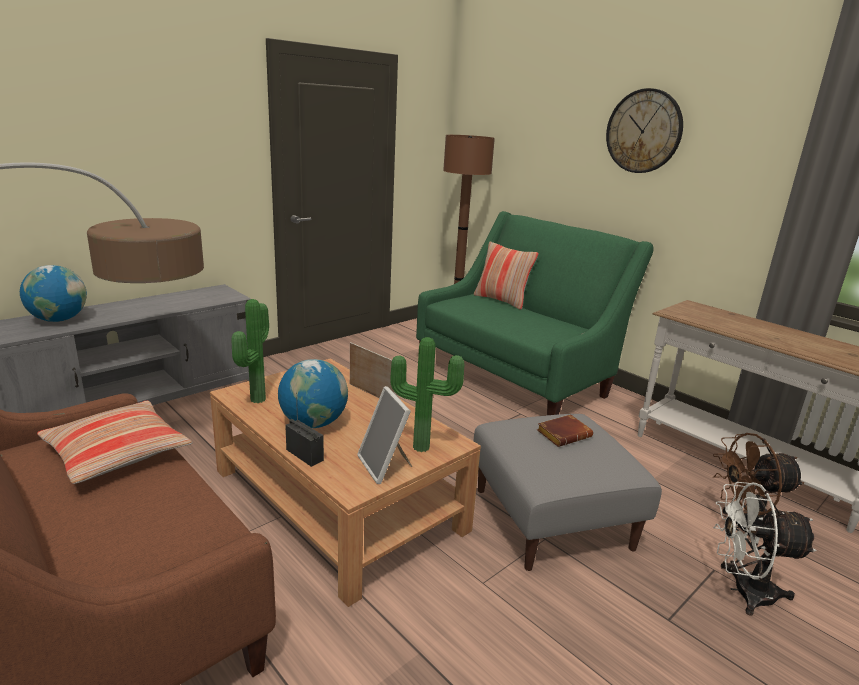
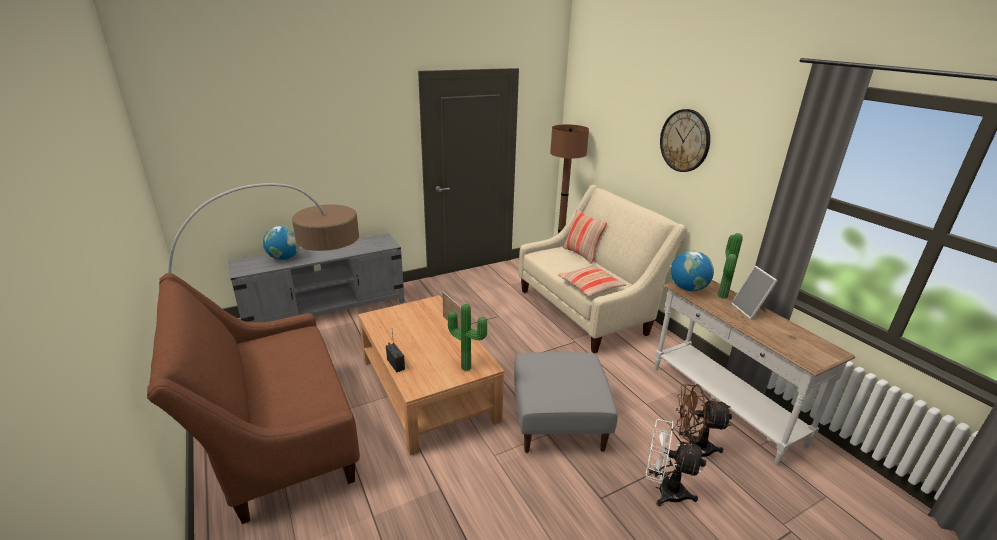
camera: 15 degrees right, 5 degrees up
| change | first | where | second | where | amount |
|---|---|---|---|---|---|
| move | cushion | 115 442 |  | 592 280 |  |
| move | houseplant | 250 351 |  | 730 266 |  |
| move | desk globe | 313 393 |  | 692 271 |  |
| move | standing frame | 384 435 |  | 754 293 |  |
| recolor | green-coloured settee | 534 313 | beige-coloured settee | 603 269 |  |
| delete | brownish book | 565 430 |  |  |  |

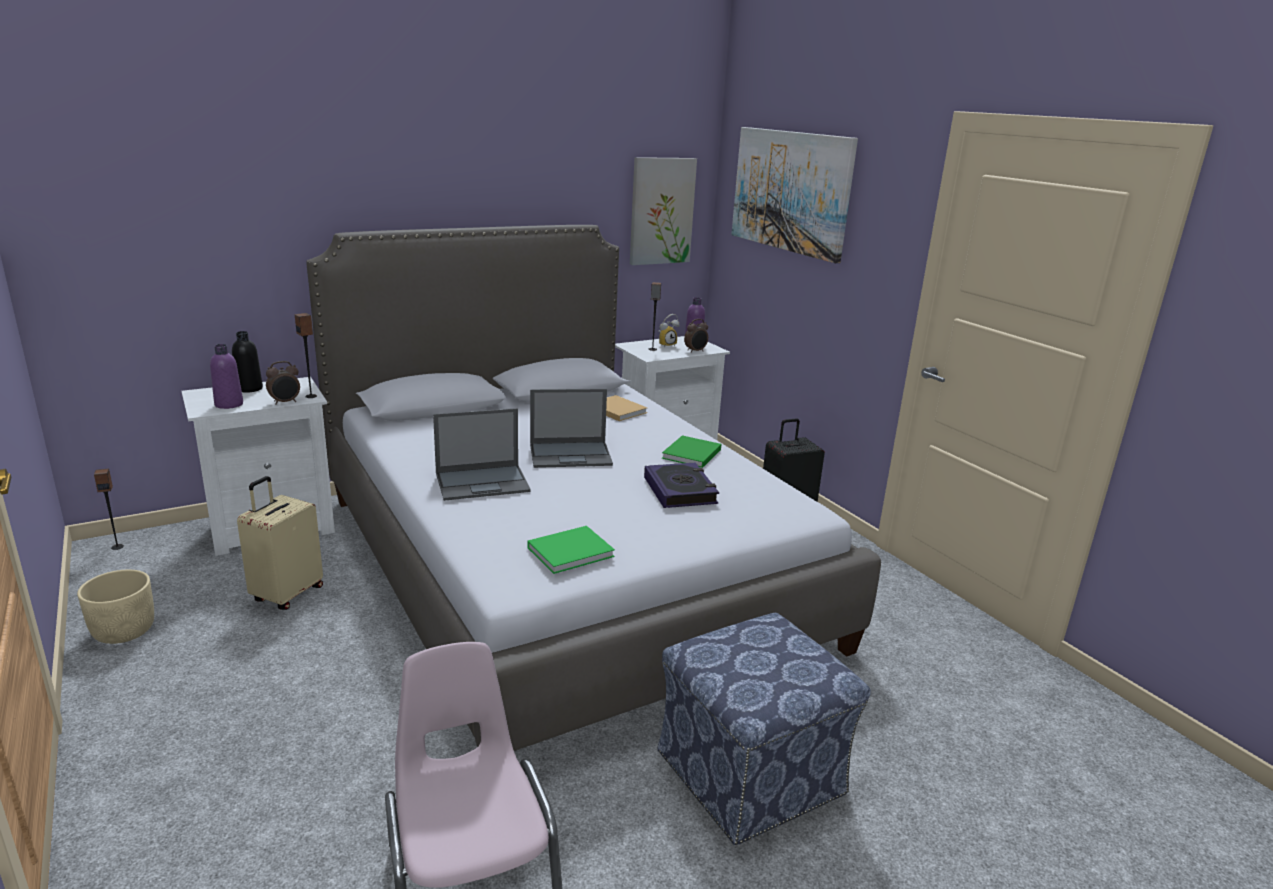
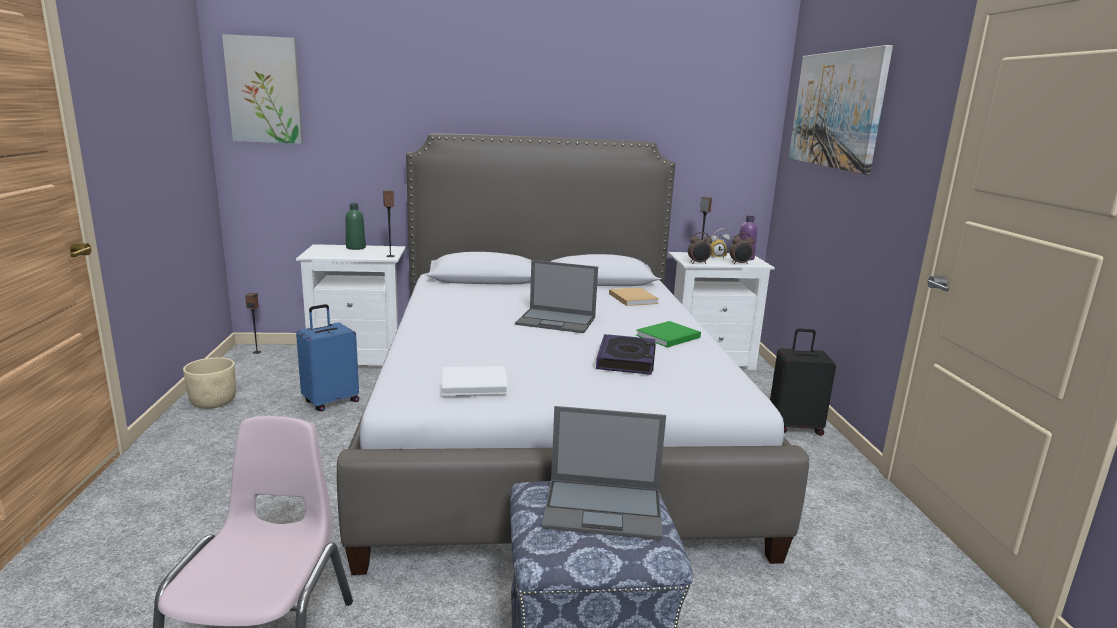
camera: 25 degrees right, 5 degrees down
| change | first | where | second | where | amount |
|---|---|---|---|---|---|
| delete | purplish bottle | 226 376 |  |  |  |
| recolor | black bottle | 247 362 | green-coloured bottle | 355 226 |  |
| recolor | beige-coloured suitcase | 280 543 | bluish suitcase | 327 357 |  |
| move | bedside clock | 283 383 |  | 700 248 |  |
| move | laptop | 482 454 |  | 604 473 |  |
| recolor | green-coloured book | 571 550 | whitish book | 475 380 |  |
| move | picture | 663 211 |  | 262 89 |  |

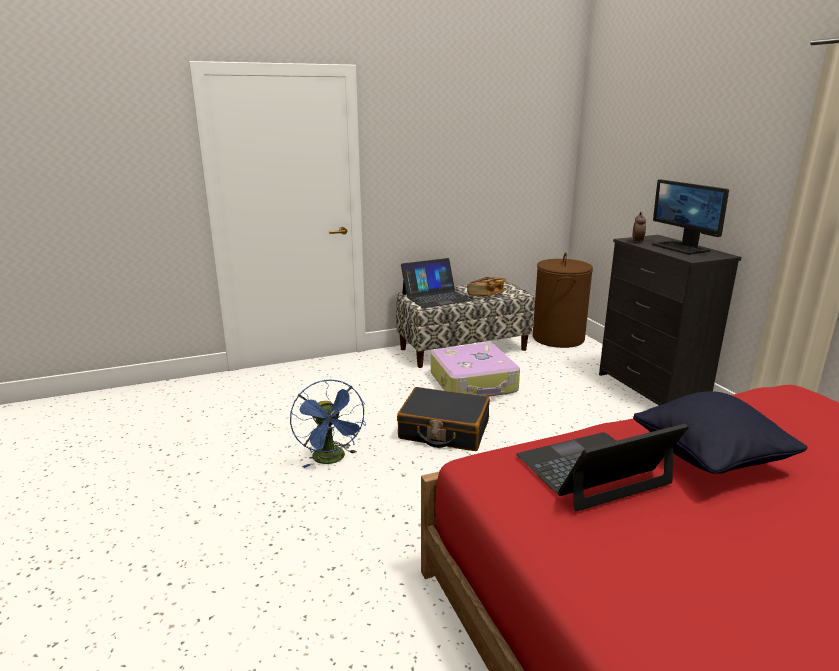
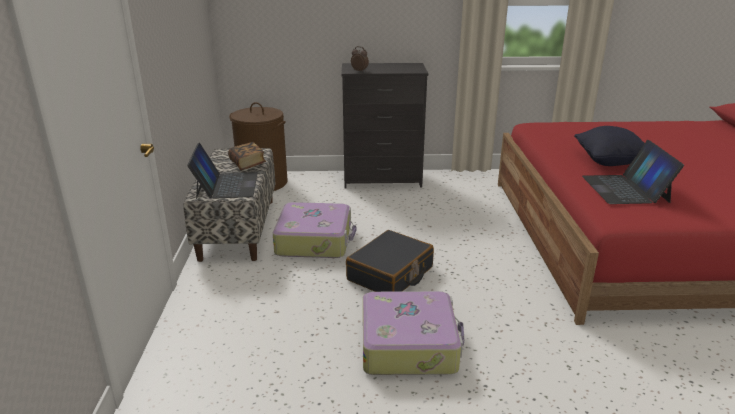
camera: 70 degrees left, 5 degrees up
| change | first | where | second | where | amount |
|---|---|---|---|---|---|
| replace | bluish electric fan | 328 424 | suitcase | 413 333 |  |
| delete | monitor | 690 217 |  |  |  |

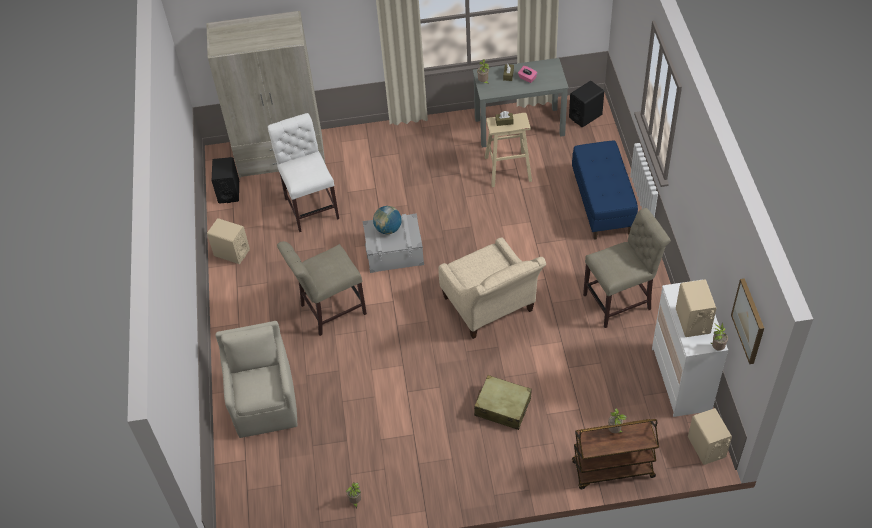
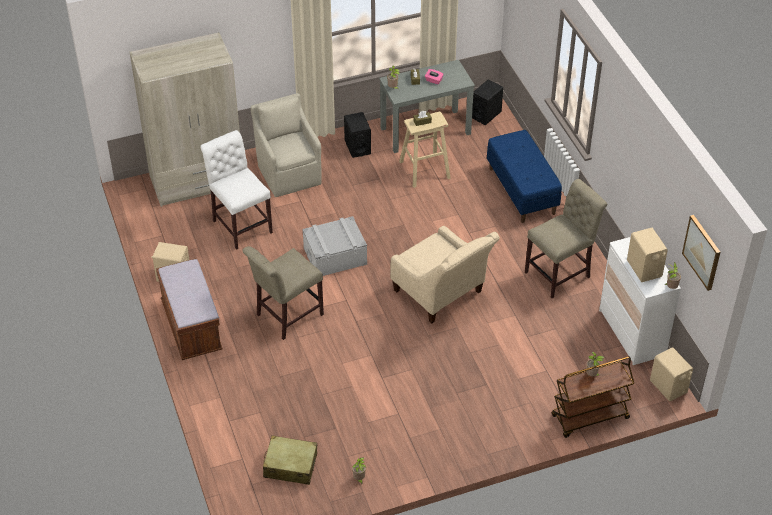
camera: 15 degrees left, 5 degrees down
| change | first | where | second | where | amount |
|---|---|---|---|---|---|
| move | black audio speaker | 225 180 |  | 357 135 |  |
| move | beige-coloured easy chair | 257 379 |  | 286 145 |  |
| delete | desk globe | 387 220 |  |  |  |
| move | beige-coloured suitcase | 503 402 |  | 290 460 |  |
| insert |  |  | brownish long seat | 189 309 |  |

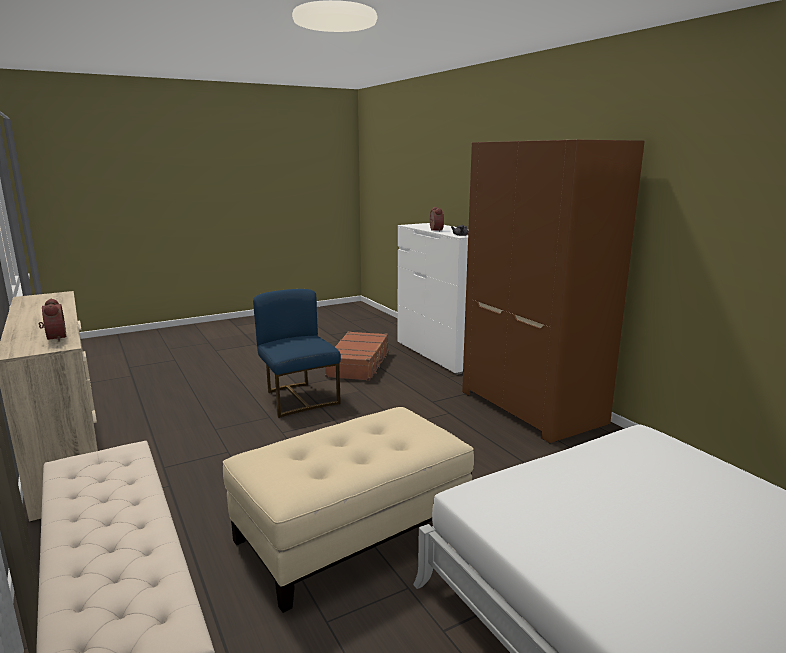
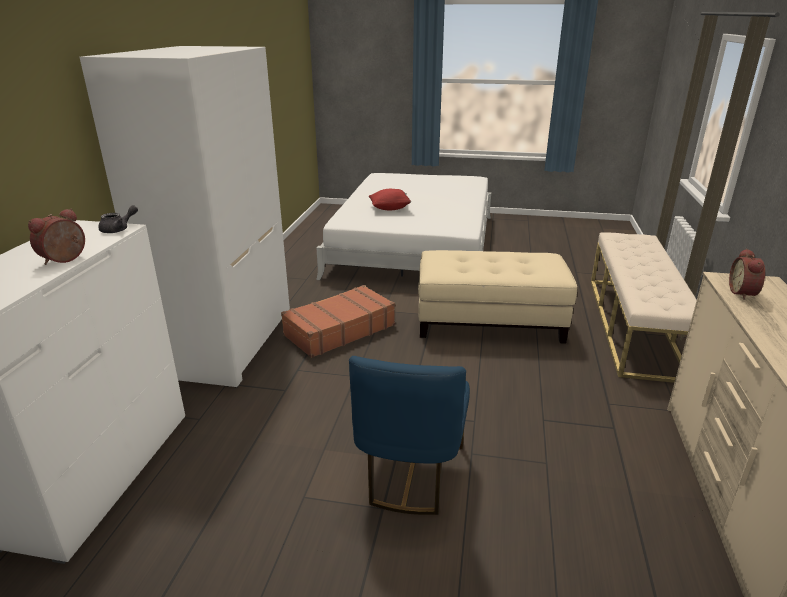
camera: 140 degrees left, 10 degrees up
| change | first | where | second | where | amount |
|---|---|---|---|---|---|
| move | brownish suitcase | 357 356 |  | 338 321 |  |
| recolor | brownish clothes cupboard | 553 292 | whitish clothes cupboard | 185 217 |  |
| insert |  |  | reddish cushion | 390 199 |  |

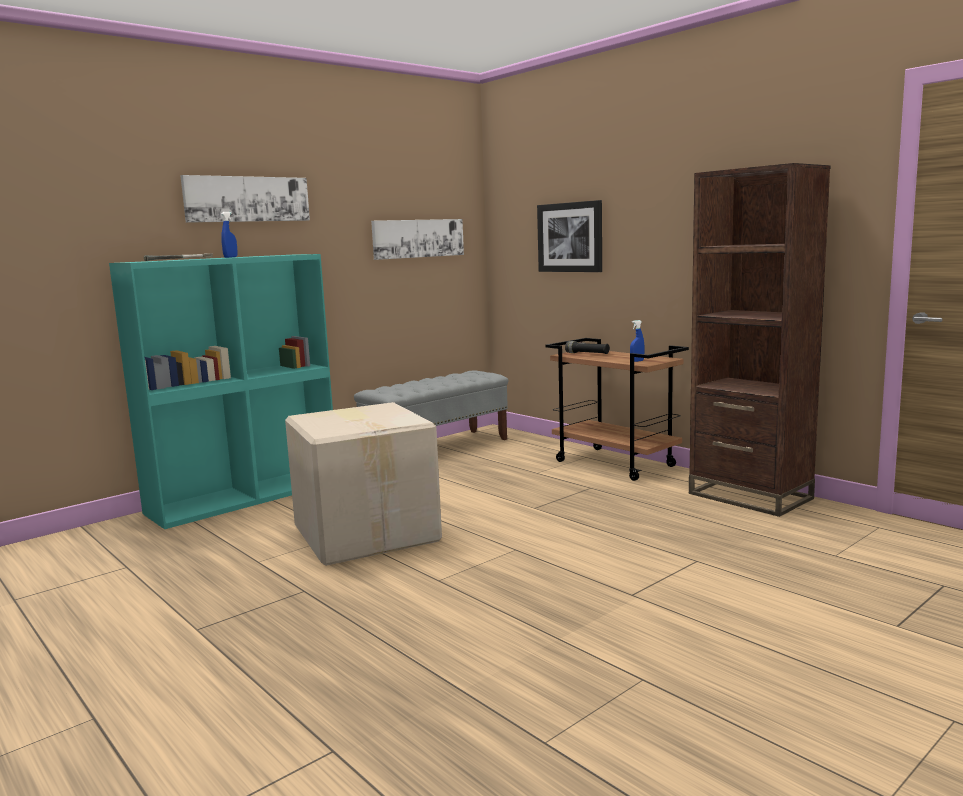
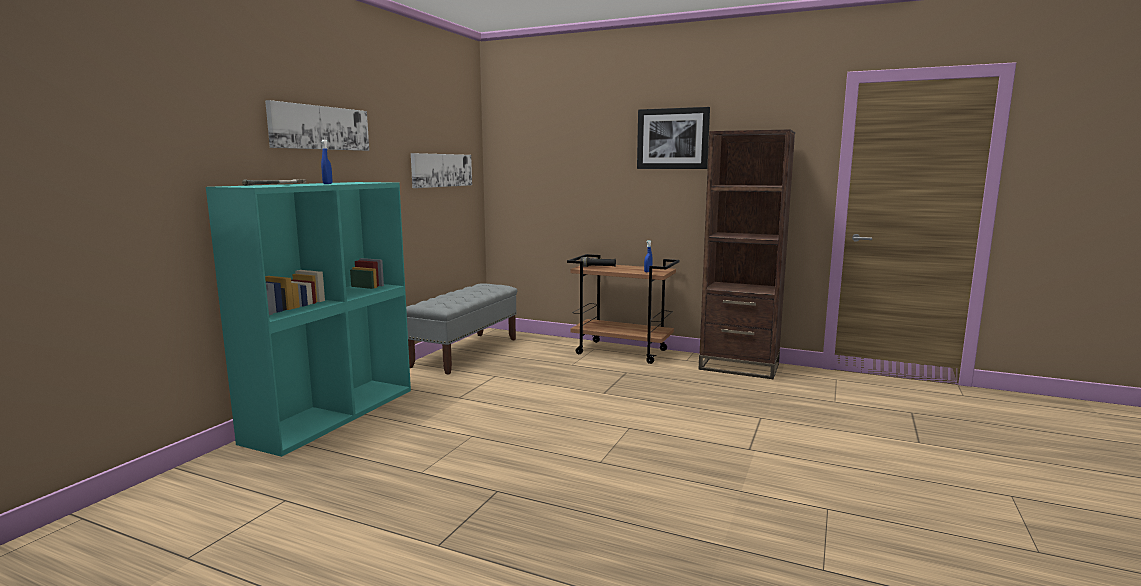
camera: 25 degrees left, 0 degrees up
| change | first | where | second | where | amount |
|---|---|---|---|---|---|
| delete | carton | 363 484 |  |  |  |
| move | picture | 569 236 |  | 673 138 |  |

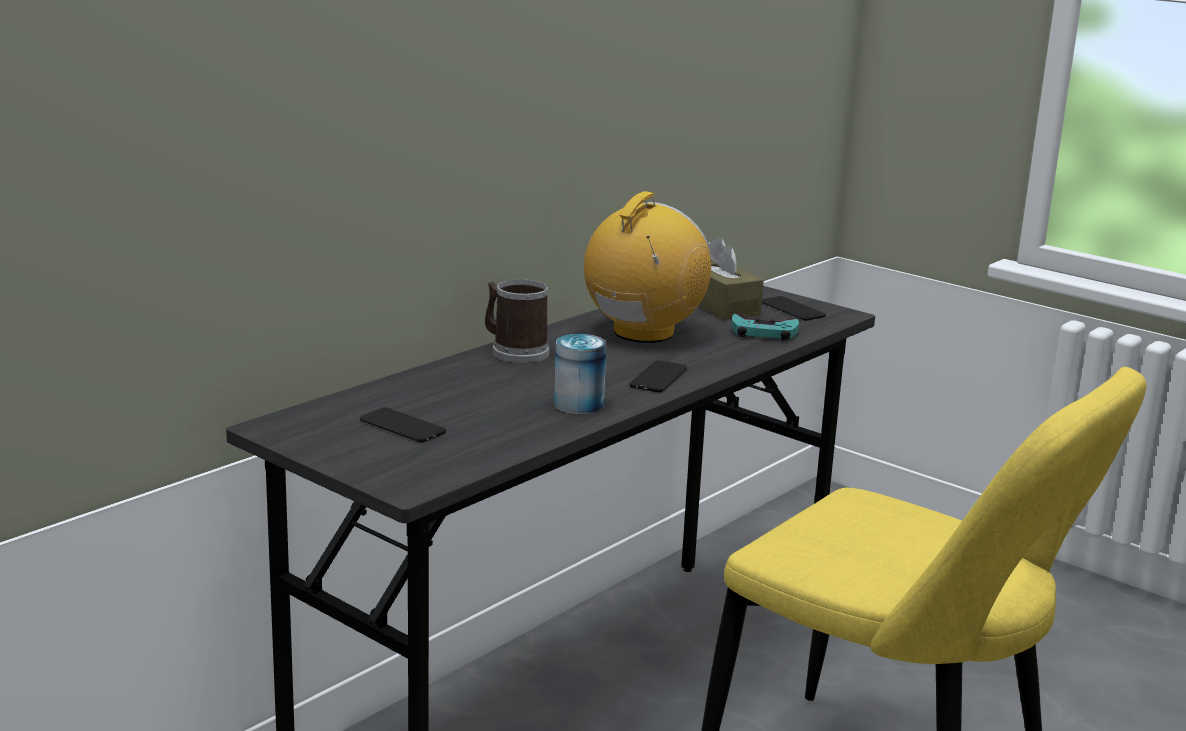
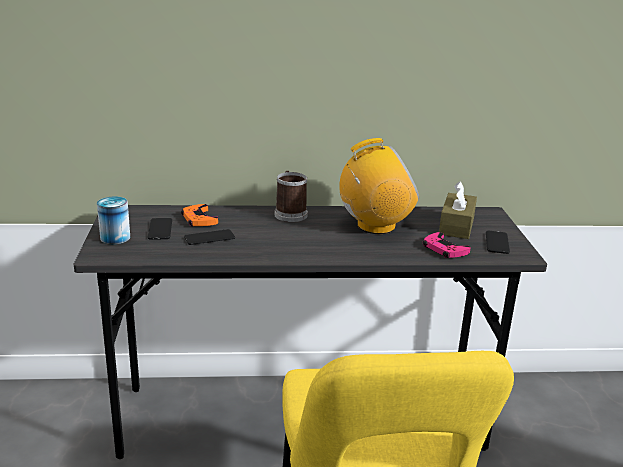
camera: 45 degrees right, 5 degrees up
| change | first | where | second | where | amount |
|---|---|---|---|---|---|
| move | metal can | 580 374 |  | 113 220 |  |
| move | phone | 658 376 |  | 209 237 |  |
| recolor | blue-green gamepad | 765 326 | pink gamepad | 447 245 |  |
| insert |  |  | orange gamepad | 199 215 |  |

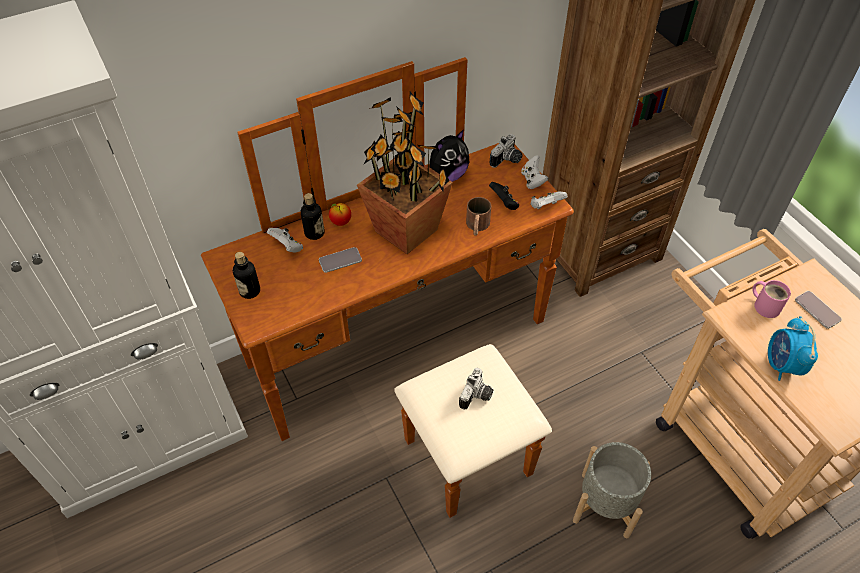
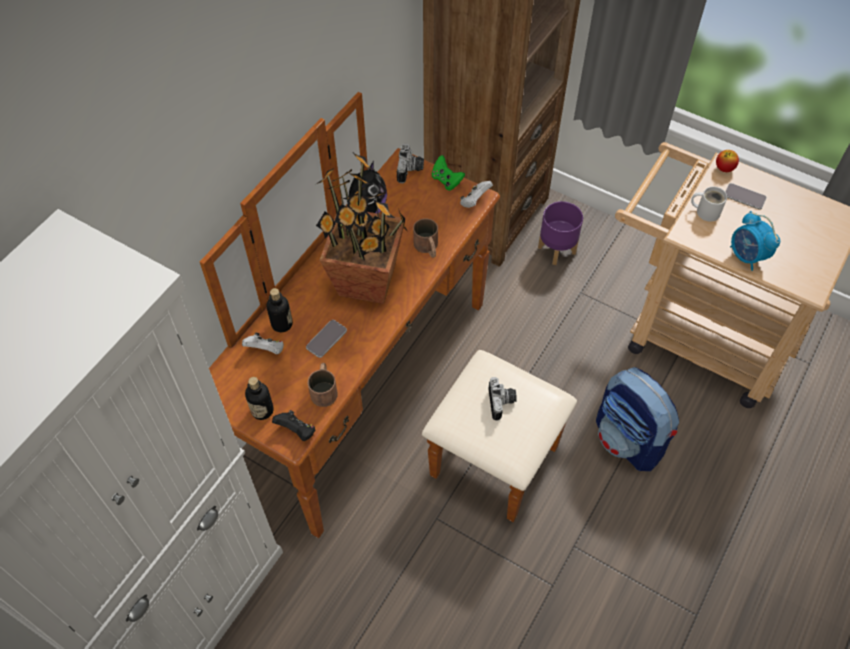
camera: 30 degrees left, 5 degrees up
| change | first | where | second | where | amount |
|---|---|---|---|---|---|
| move | whole apple | 340 214 |  | 727 161 |  |
| move | black gamepad | 504 196 |  | 293 425 |  |
| recolor | whitish gamepad | 534 172 | green-coloured gamepad | 448 173 |  |
| replace | greyish flower pot | 612 490 | knapsack | 637 419 |  |
| recolor | pink tea mug | 771 299 | whitish tea mug | 709 204 |  |
| insert |  |  | brownish tea mug | 323 385 |  |
| insert |  |  | purplish flower pot | 560 233 |  |

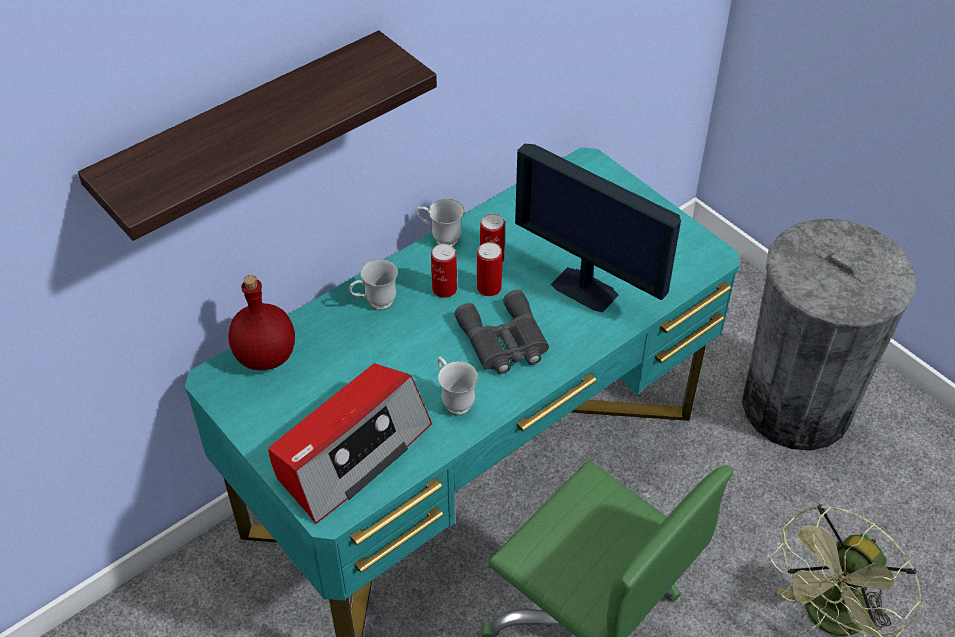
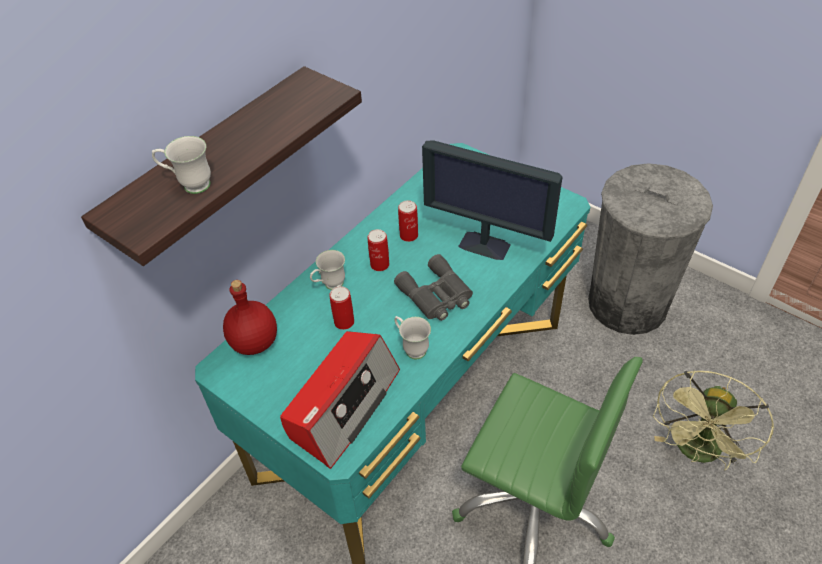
camera: 10 degrees left, 0 degrees up
| change | first | where | second | where | amount |
|---|---|---|---|---|---|
| move | whitish tea mug | 440 223 |  | 181 165 |  |
| move | metal can | 489 269 |  | 341 308 |  |

